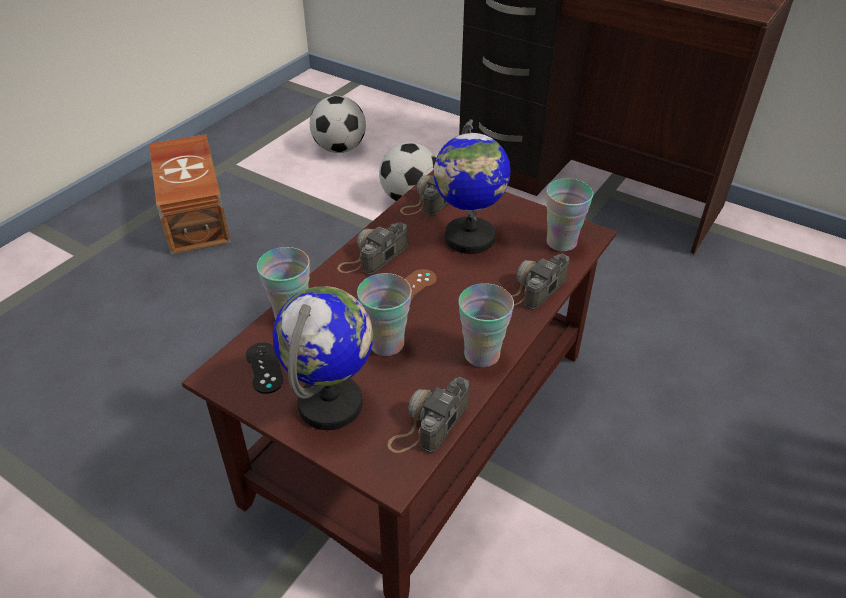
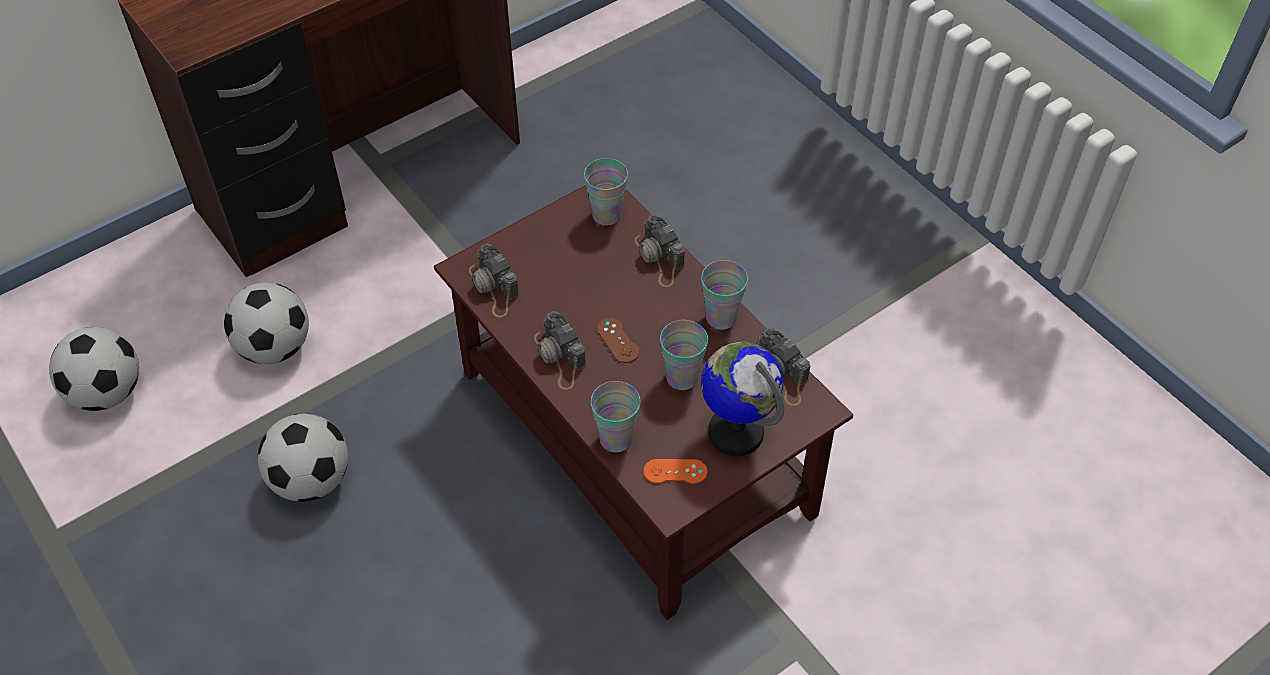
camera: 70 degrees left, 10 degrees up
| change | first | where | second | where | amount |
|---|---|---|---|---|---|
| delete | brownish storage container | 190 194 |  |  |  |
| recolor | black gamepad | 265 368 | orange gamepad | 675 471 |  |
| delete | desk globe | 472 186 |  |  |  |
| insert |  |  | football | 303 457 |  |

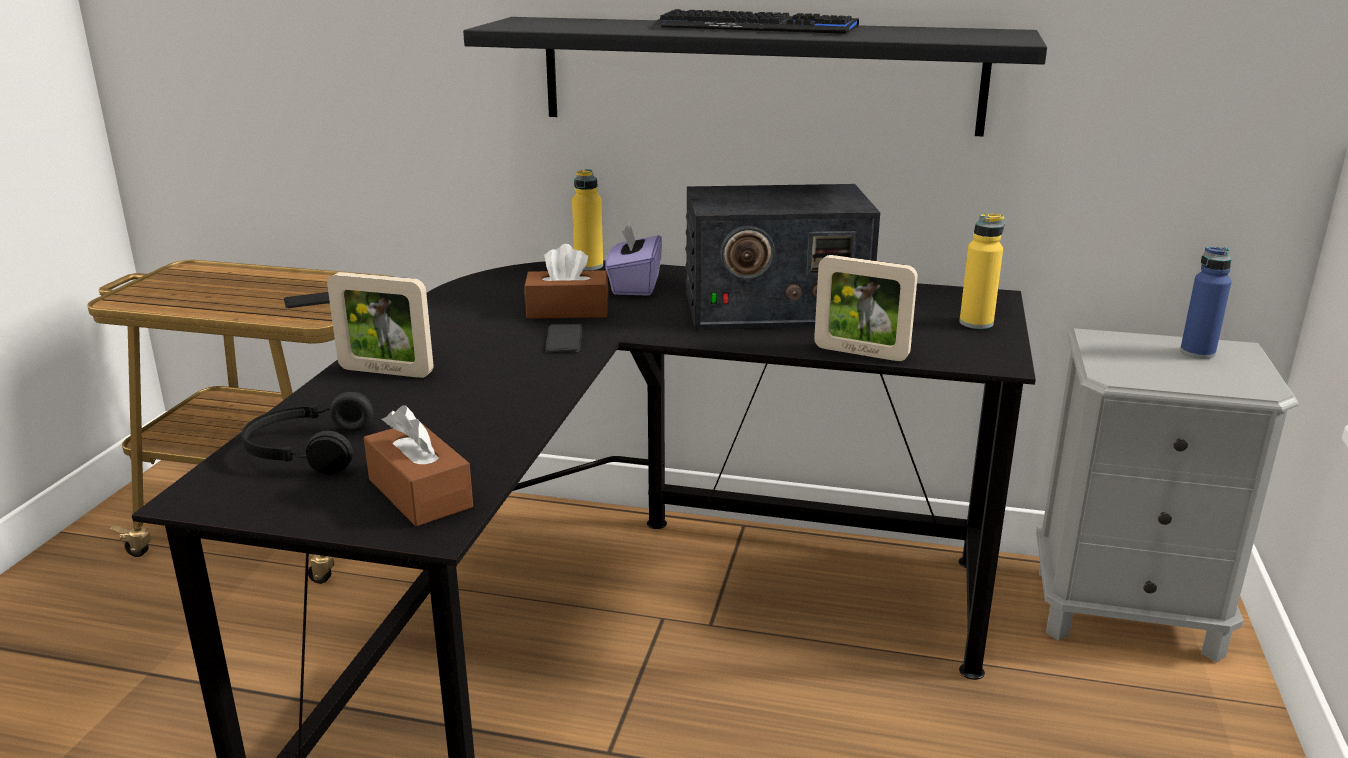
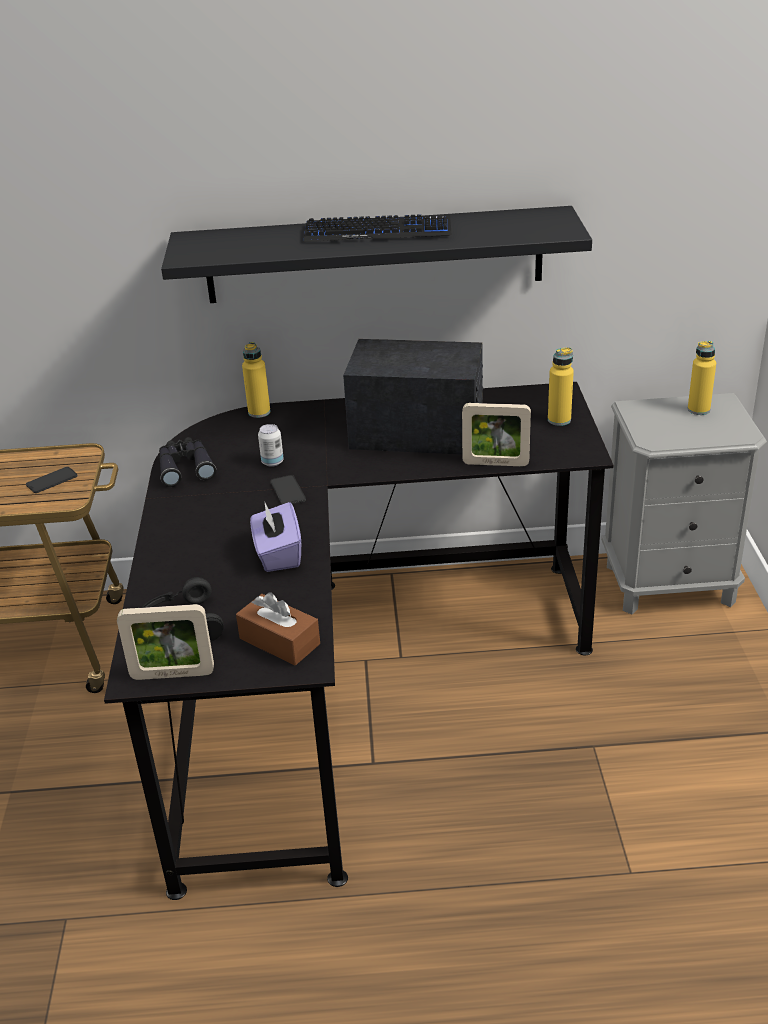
camera: 15 degrees left, 10 degrees up
| change | first | where | second | where | amount |
|---|---|---|---|---|---|
| move | standing frame | 380 325 |  | 165 642 |  |
| replace | brownish tissue holder | 566 281 | metal can | 271 445 |  |
| move | purplish tissue holder | 633 259 |  | 275 537 |  |
| rotate | radio set | 782 257 |  | 413 397 | 150 degrees counterclockwise |
| recolor | bluish bottle | 1206 303 | yellowish bottle | 702 378 |  |
| insert |  |  | black pair of binoculars | 187 462 |  |

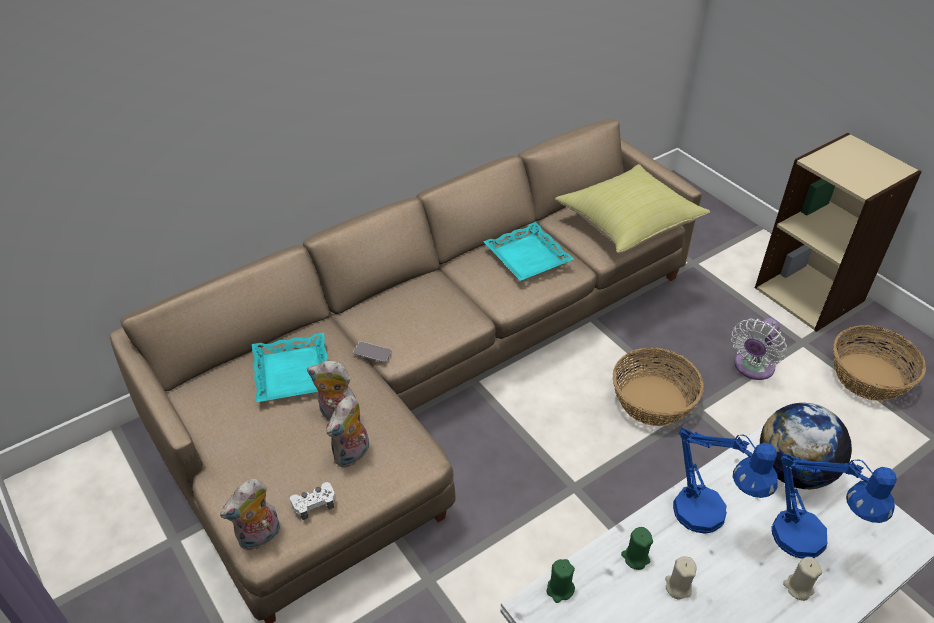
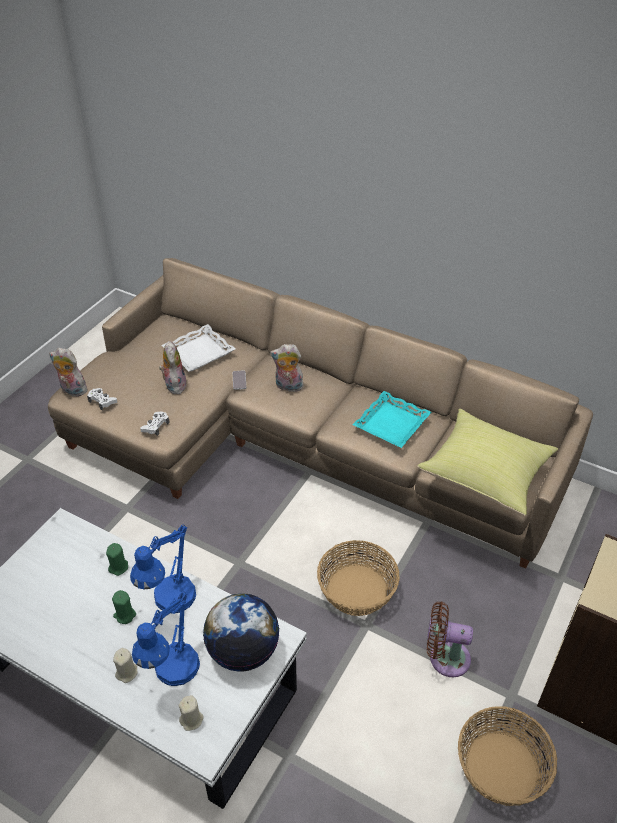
camera: 65 degrees right, 0 degrees up
| change | first | where | second | where | amount |
|---|---|---|---|---|---|
| recolor | blue-green carrying tray | 289 367 | whitish carrying tray | 199 347 |  |
| move | plush toy | 347 432 |  | 287 368 |  |
| move | green-coloured candle | 561 581 |  | 124 607 |  |
| move | beige-coloured candle | 681 578 |  | 191 713 |  |
| recolor | whitish electric fan | 759 349 | brownish electric fan | 450 639 |  |
| insert |  |  | whitish gamepad | 155 423 |  |

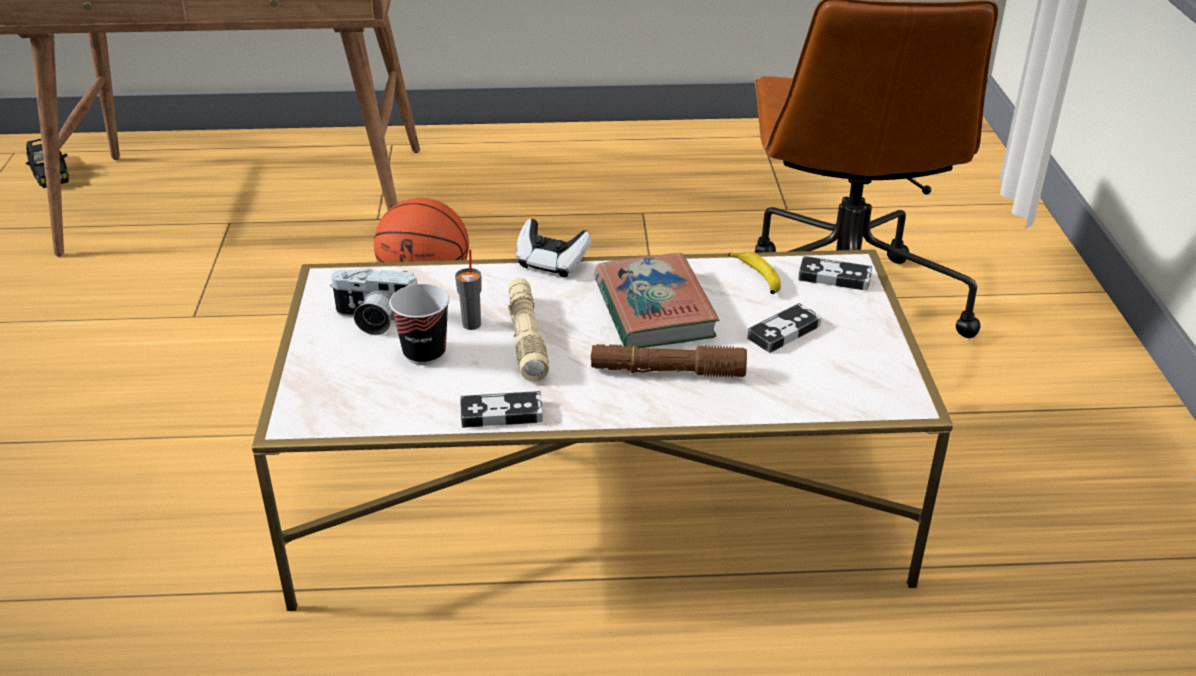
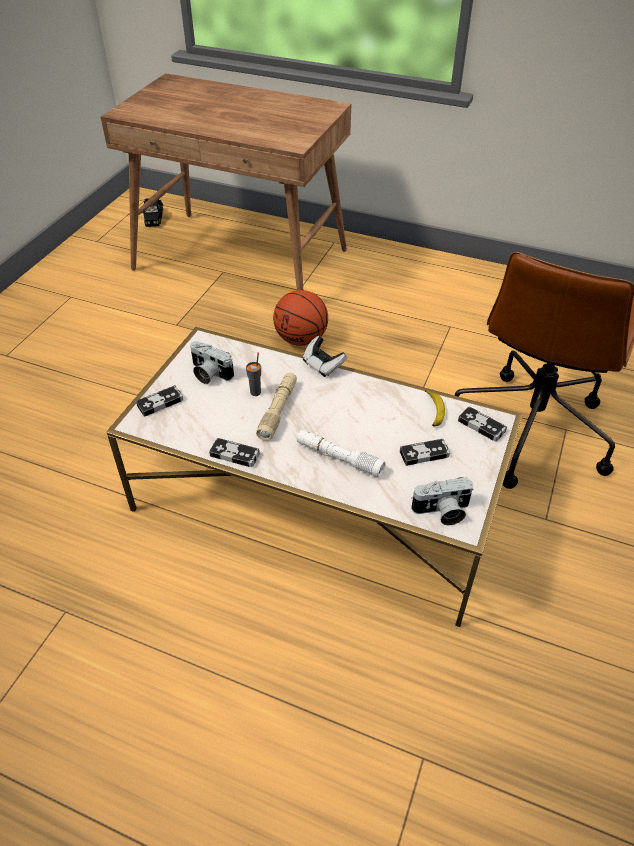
camera: 25 degrees right, 10 degrees up
| change | first | where | second | where | amount |
|---|---|---|---|---|---|
| delete | cup | 419 324 |  |  |  |
| recolor | brownish hand torch | 668 360 | whitish hand torch | 341 453 |  |
| delete | book | 656 300 |  |  |  |
| insert |  |  | gamepad | 159 401 |  |
| insert |  |  | photo camera | 442 501 |  |

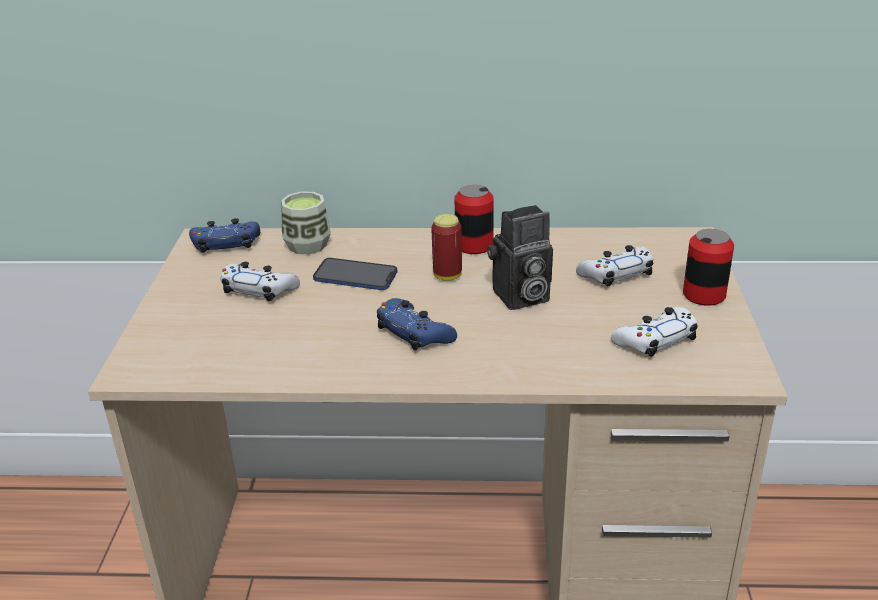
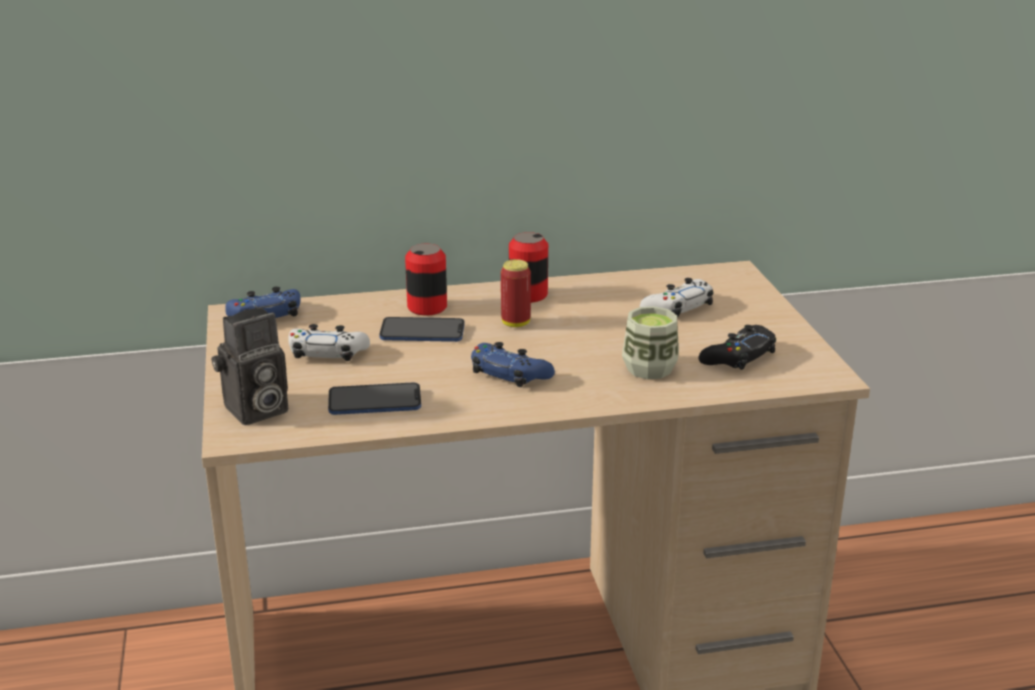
camera: 15 degrees left, 5 degrees down
| change | first | where | second | where | amount |
|---|---|---|---|---|---|
| move | cup | 306 222 |  | 650 342 |  |
| move | photo camera | 520 257 |  | 249 366 |  |
| recolor | whitish gamepad | 654 332 | black gamepad | 737 347 |  |
| move | metal can | 708 267 |  | 426 280 |  |
| insert |  |  | phone | 374 398 |  |

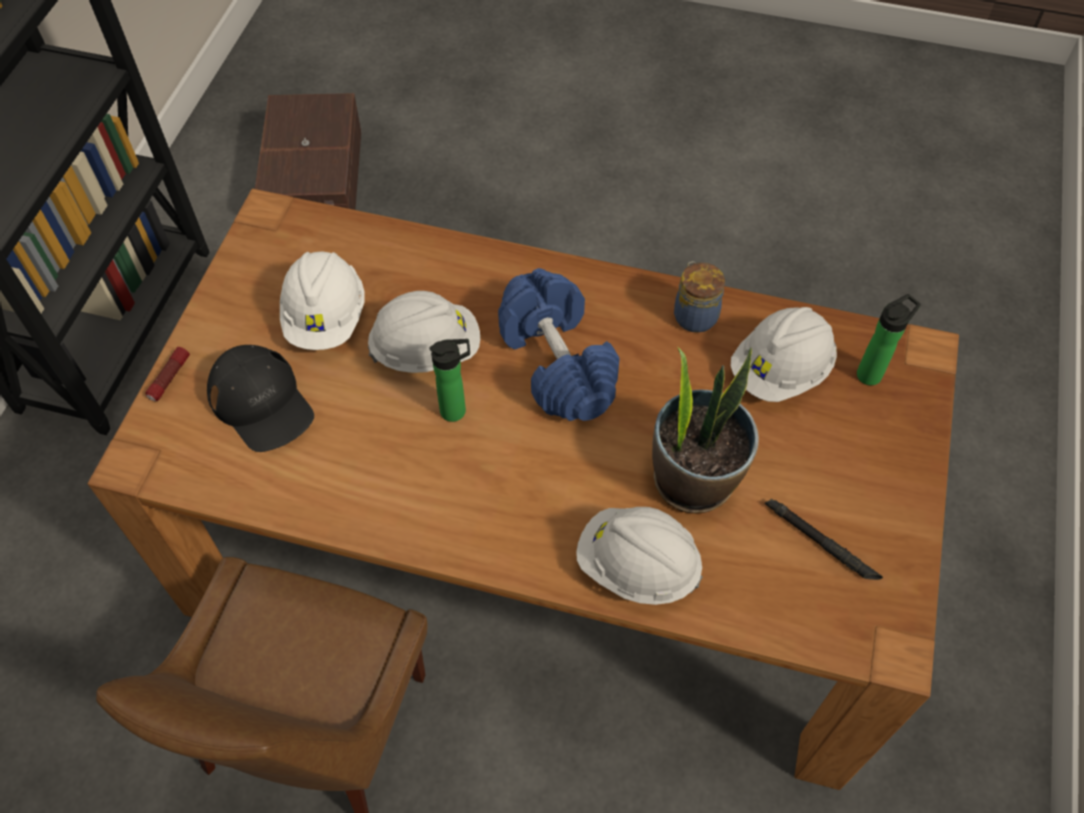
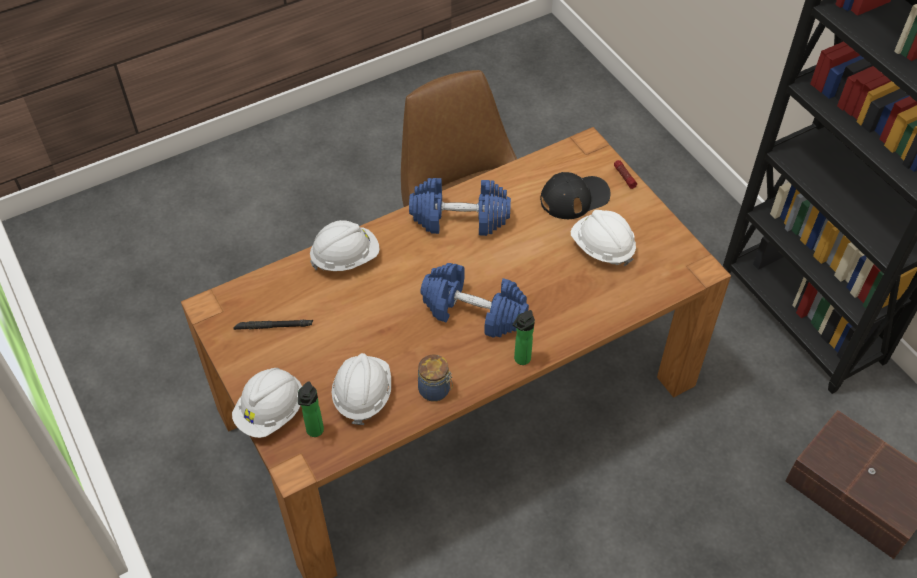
camera: 135 degrees right, 5 degrees down
| change | first | where | second | where | amount |
|---|---|---|---|---|---|
| rotate | black baseball cap | 260 398 |  | 575 195 | 150 degrees clockwise |
| move | whitish hard hat | 424 332 |  | 267 403 |  |
| move | bottle | 450 380 |  | 524 337 |  |
| delete | houseplant | 705 430 |  |  |  |
| insert |  |  | bluish dumbbell | 460 207 |  |

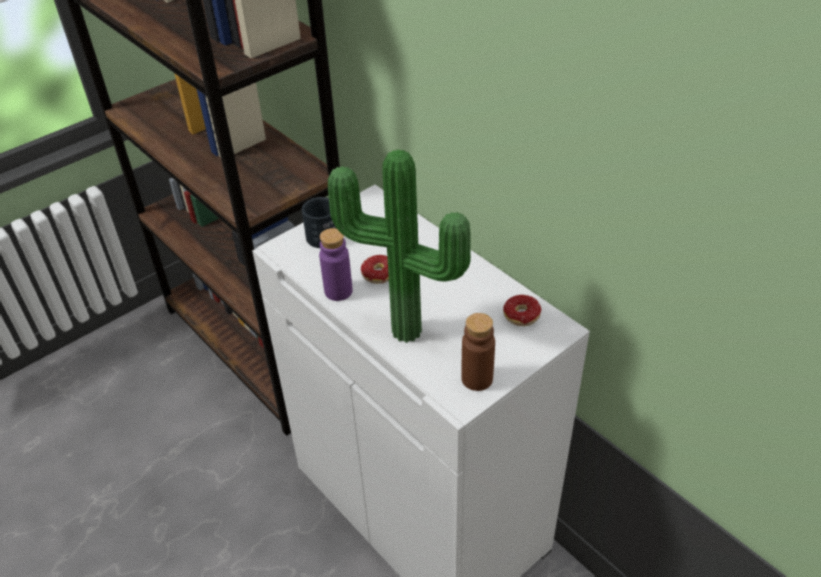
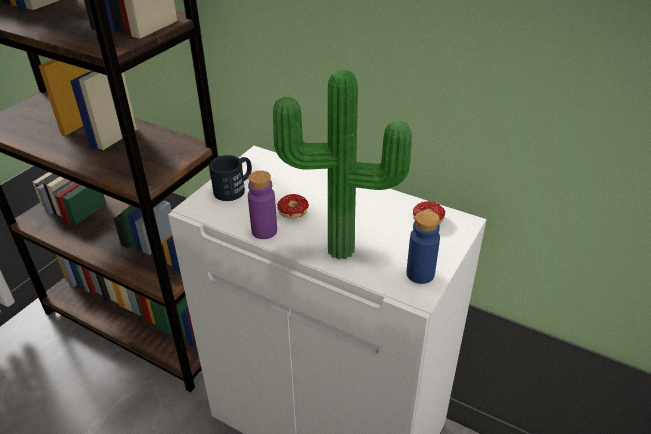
camera: 20 degrees left, 5 degrees down
| change | first | where | second | where | amount |
|---|---|---|---|---|---|
| recolor | brownish bottle | 478 352 | bluish bottle | 423 247 |  |

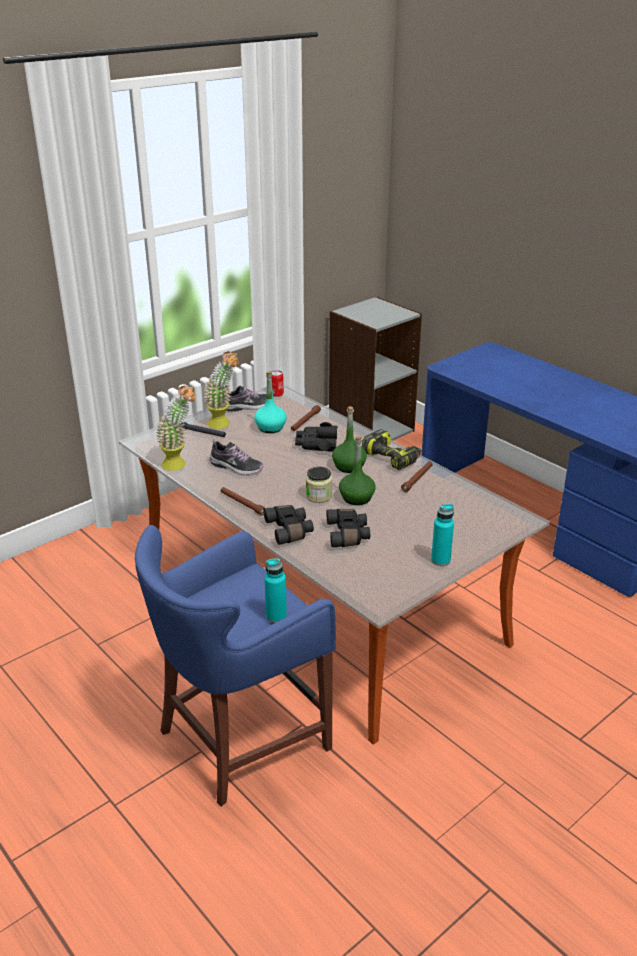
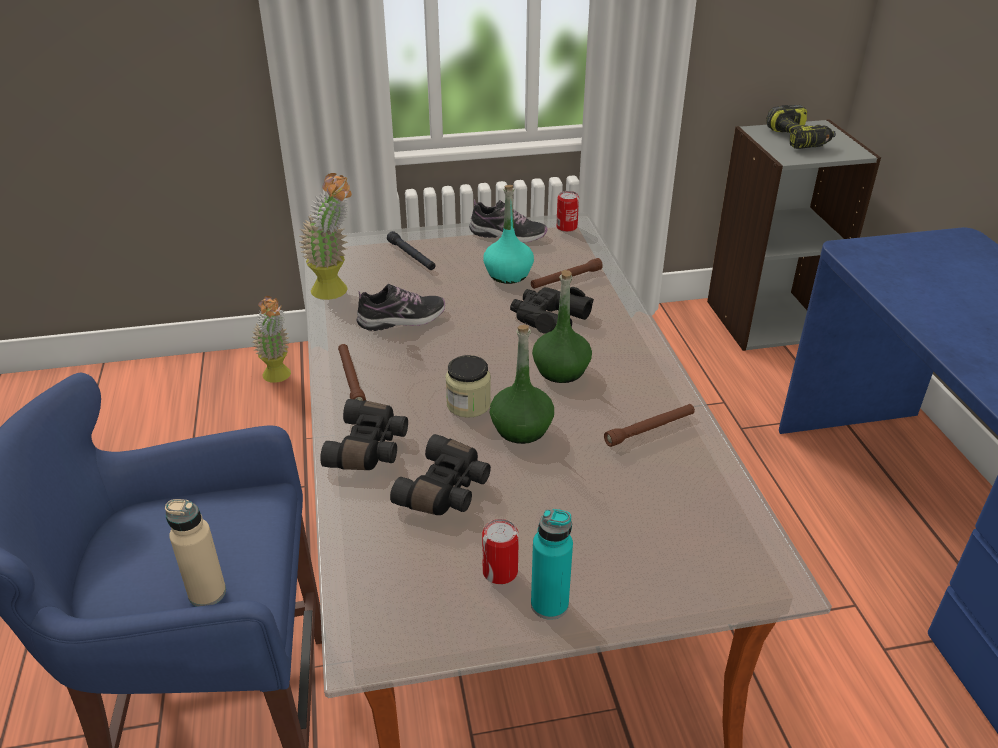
camera: 30 degrees right, 5 degrees up
| change | first | where | second | where | amount |
|---|---|---|---|---|---|
| move | houseplant | 221 390 |  | 271 339 |  |
| rotate | shoe | 237 457 |  | 401 307 | 75 degrees counterclockwise |
| recolor | blue-green bottle | 276 590 | beige-coloured bottle | 195 553 |  |
| move | power drill | 392 449 |  | 801 127 |  |
| insert |  |  | metal can | 500 551 |  |

